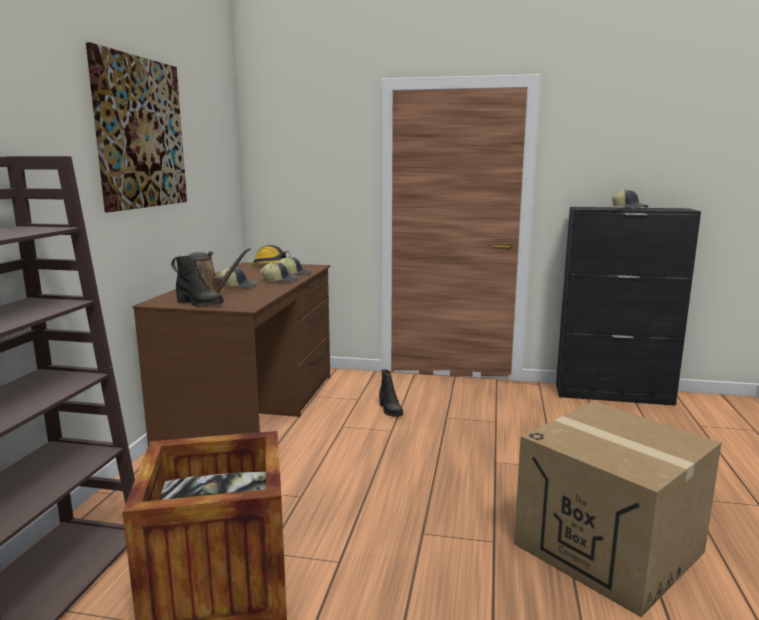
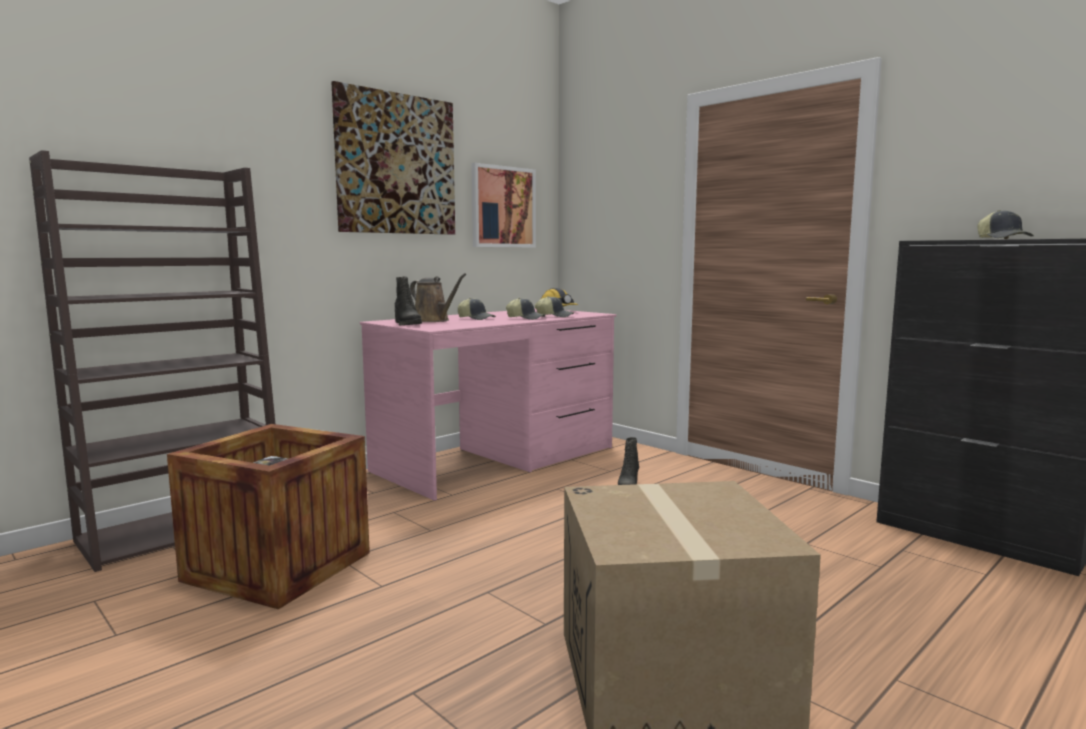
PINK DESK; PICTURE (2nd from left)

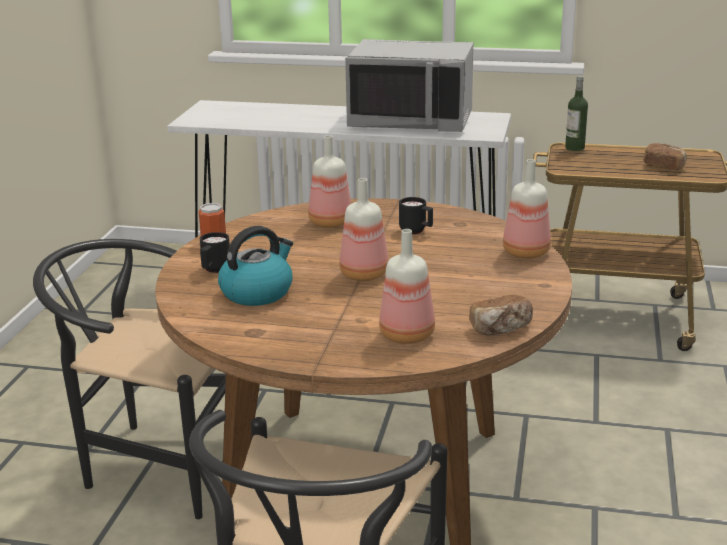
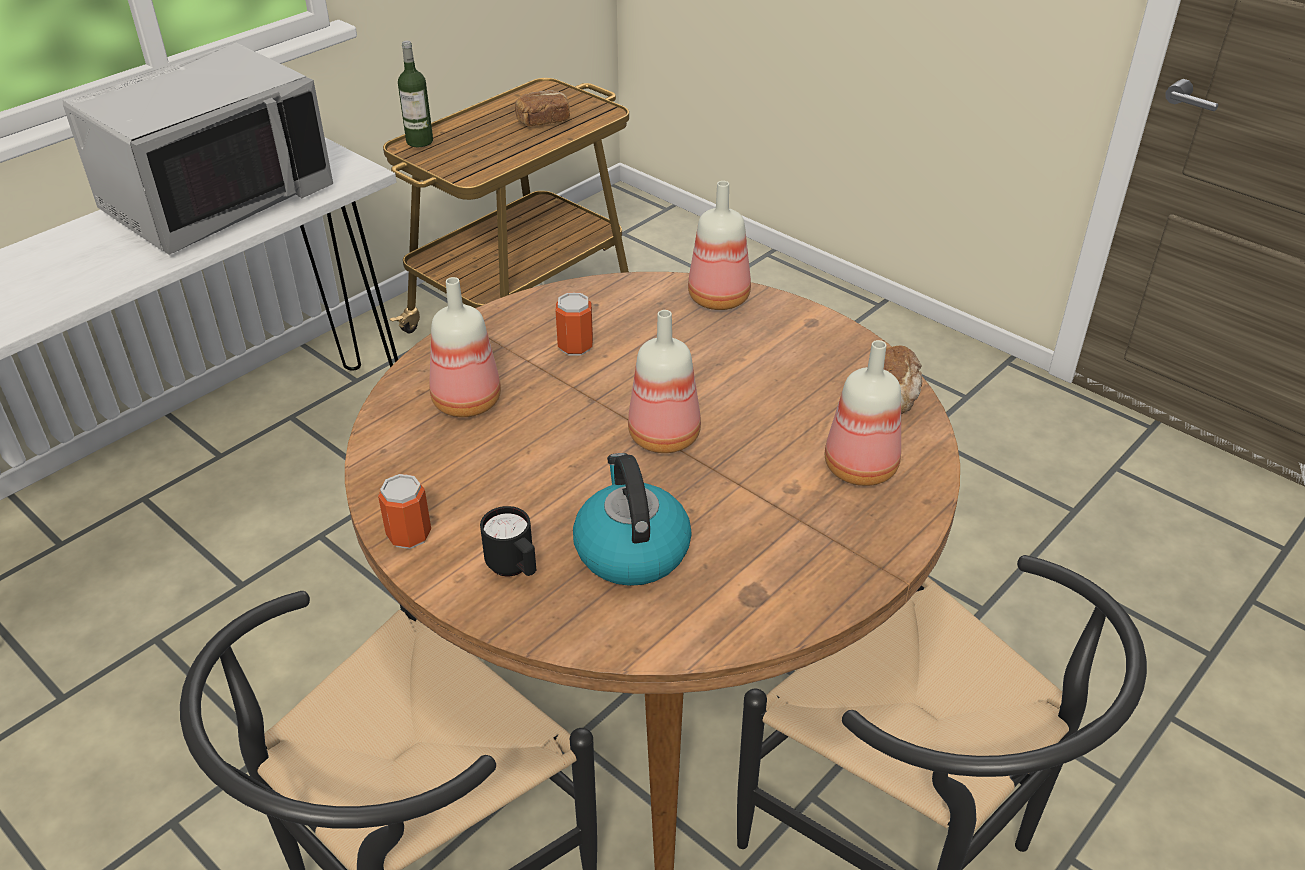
CAN (2nd from left)

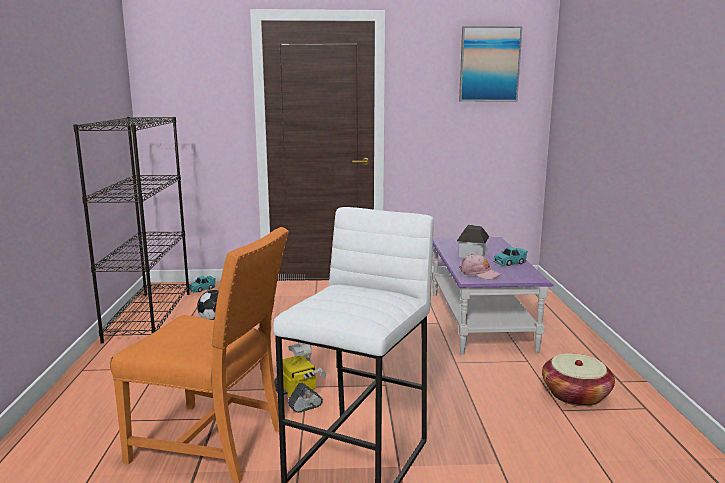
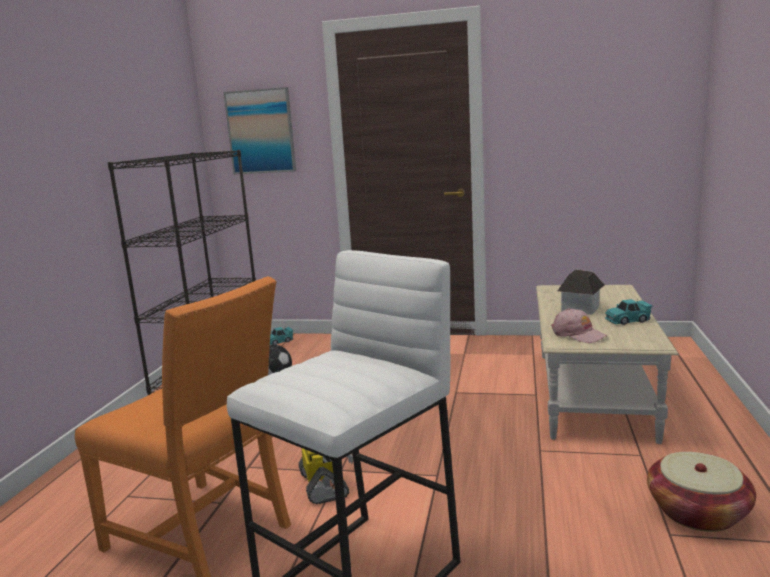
BEIGE COFFEE TABLE; PICTURE

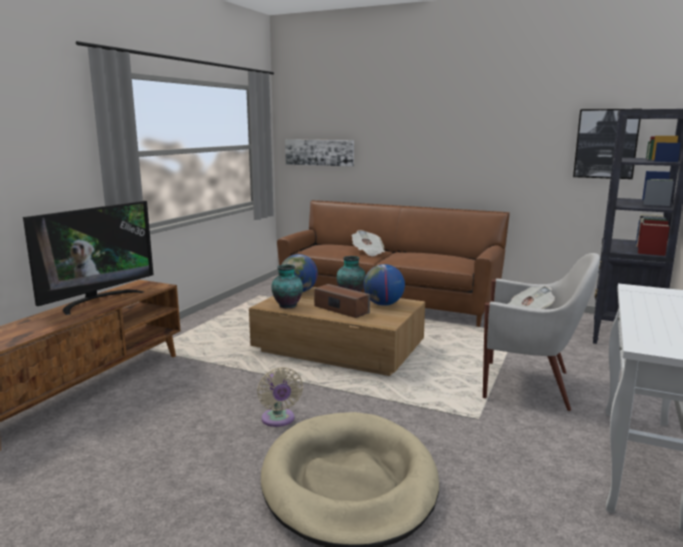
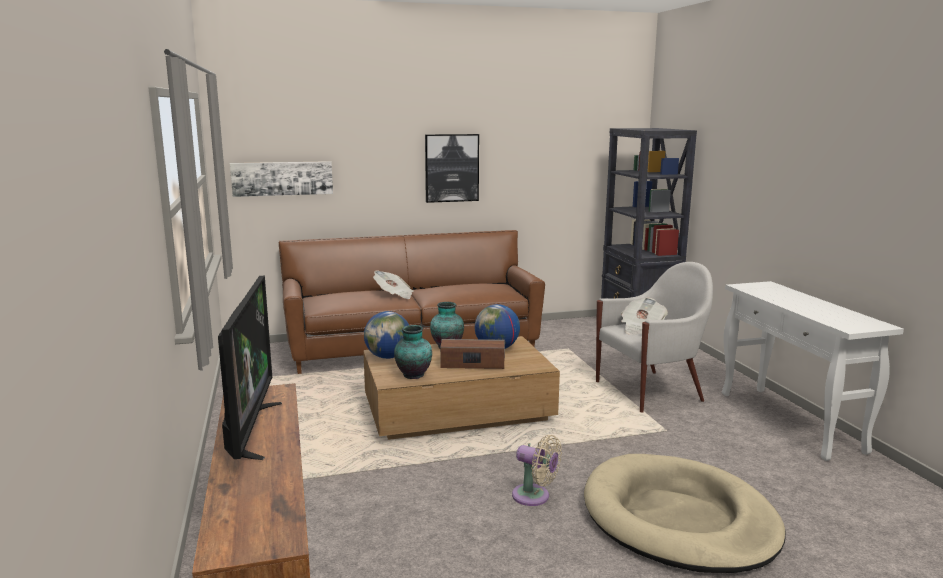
PICTURE (2nd from left)

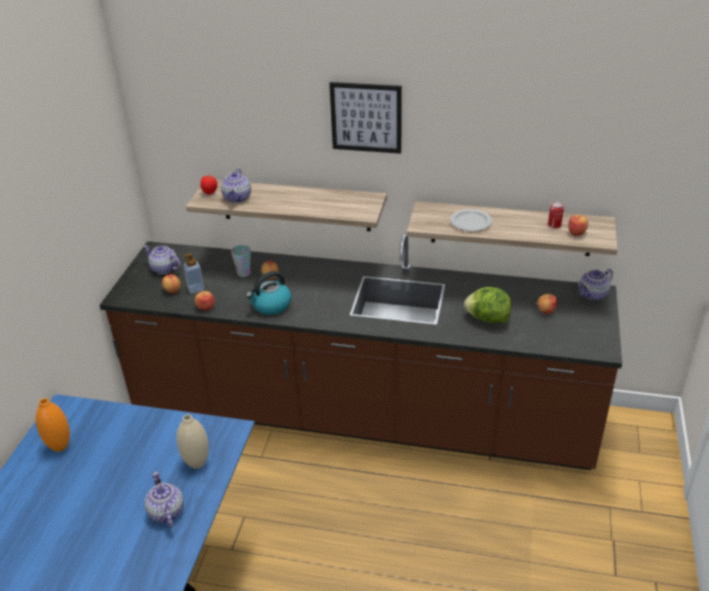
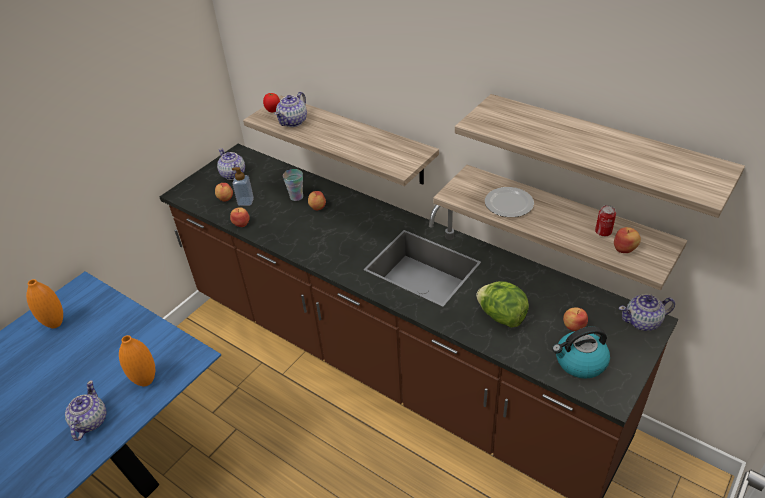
ORANGE VASE (2nd from left); KETTLE; PICTURE; SHELF (3rd from left)

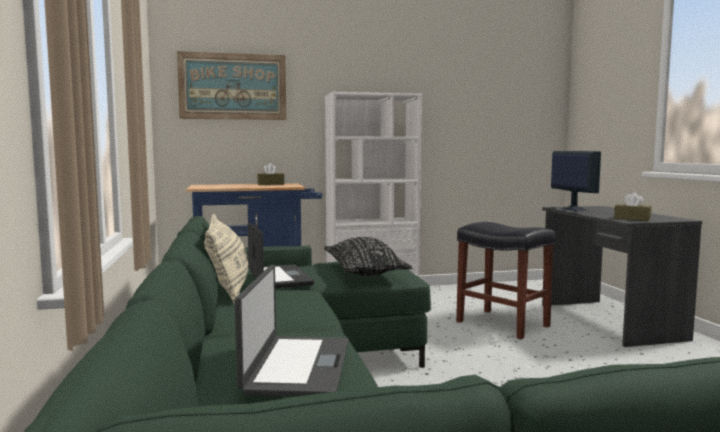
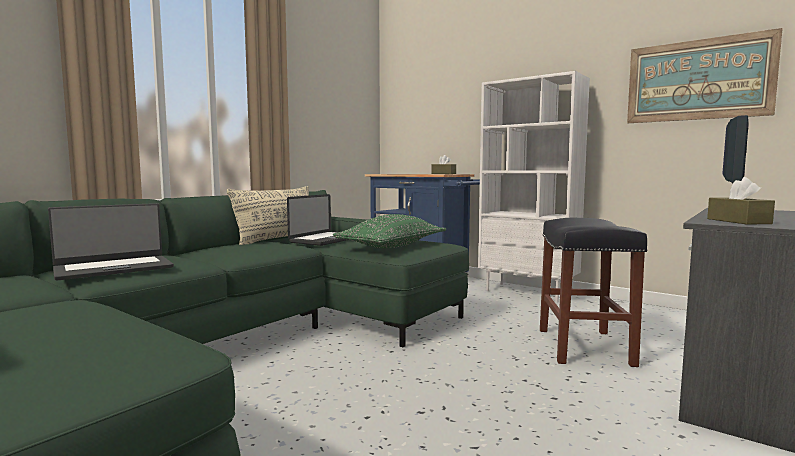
PICTURE; GREEN PILLOW

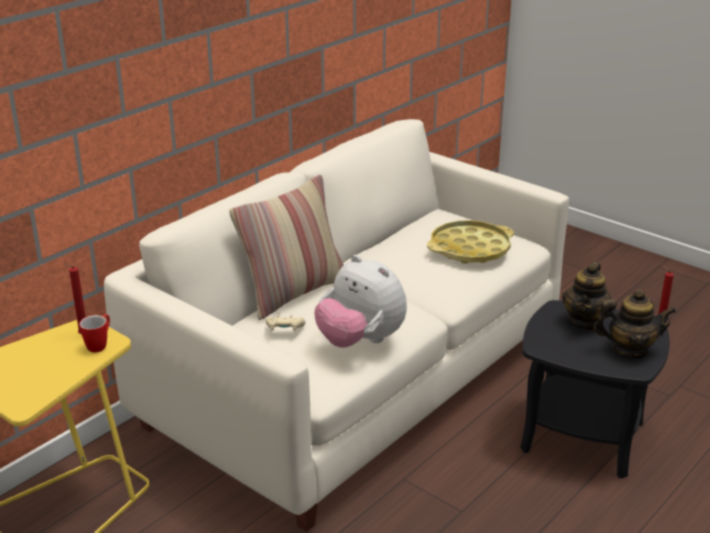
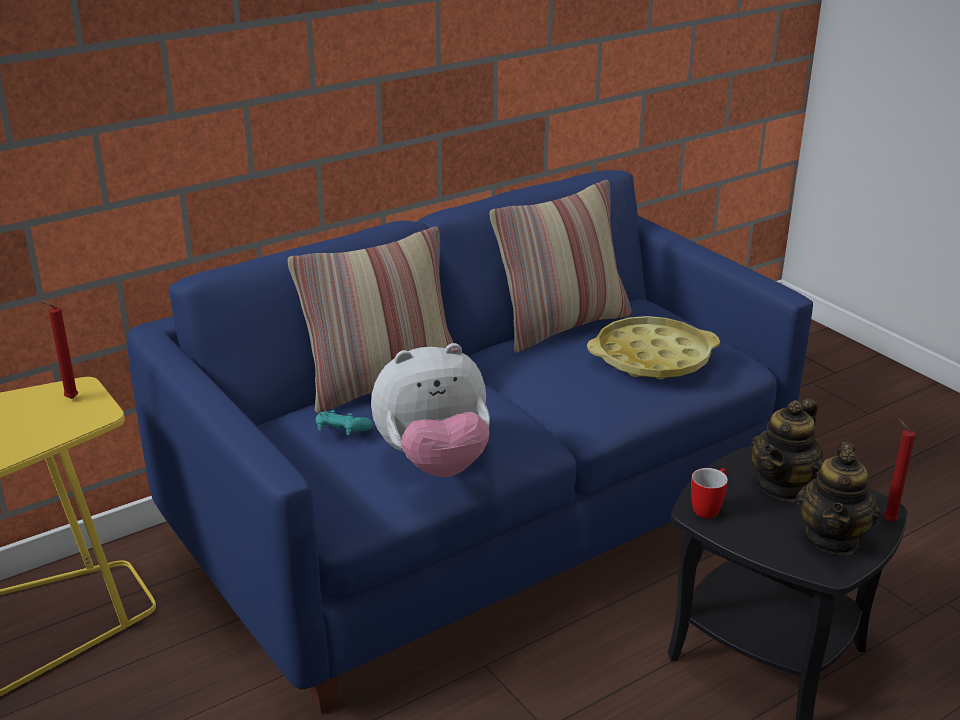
MUG; BLUE SOFA; TURQUOISE GAME CONTROLLER; PLUSH TOY; TEAPOT (2nd from left); PILLOW (2nd from left)

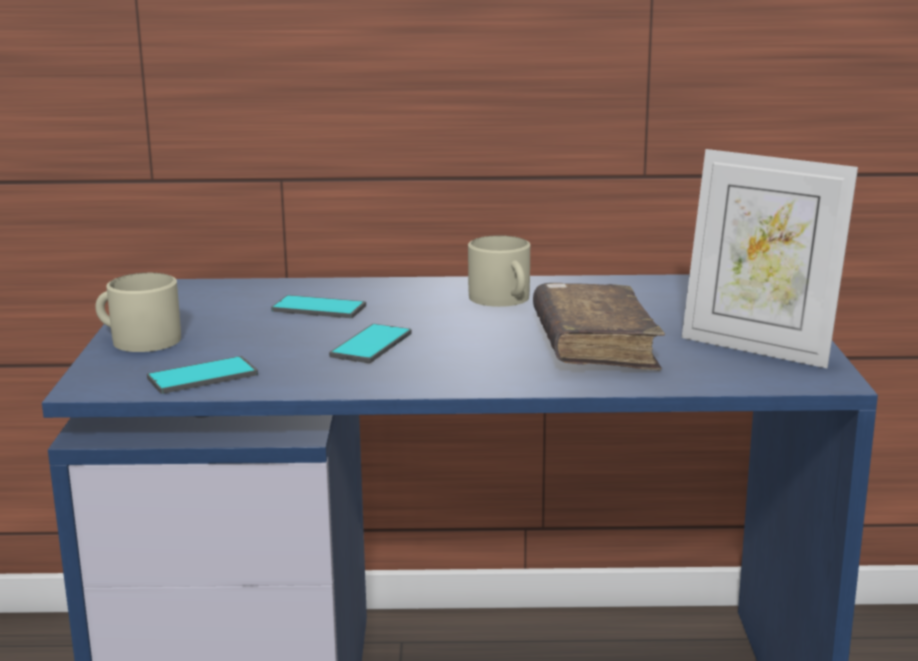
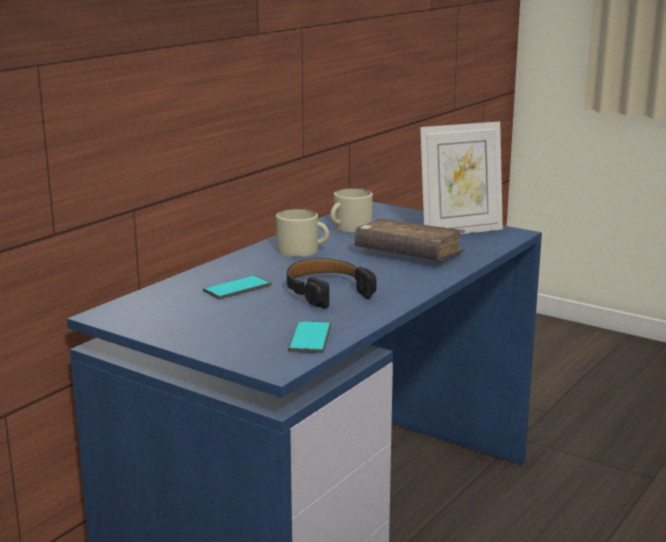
BEIGE MUG (2nd from left); BLACK HEADPHONES

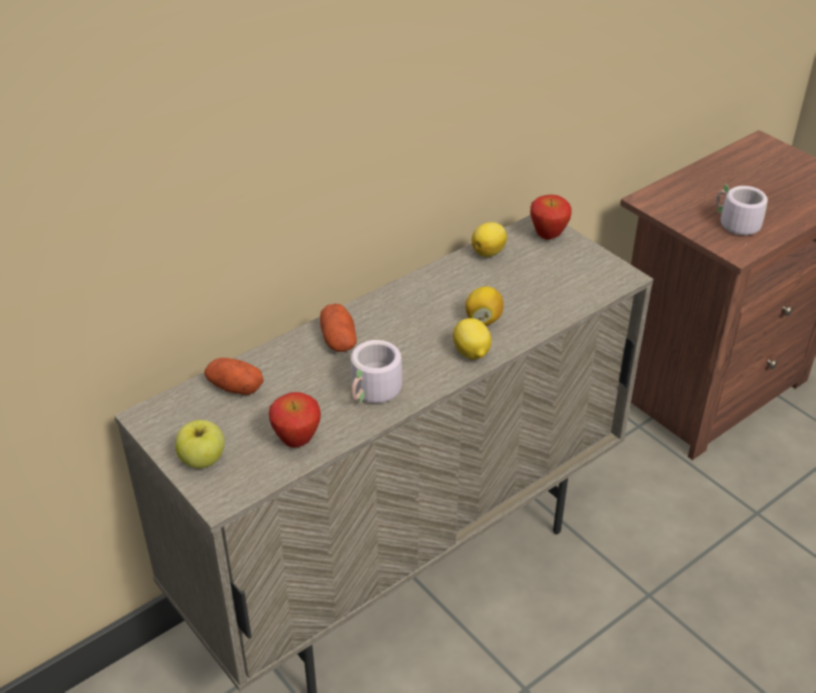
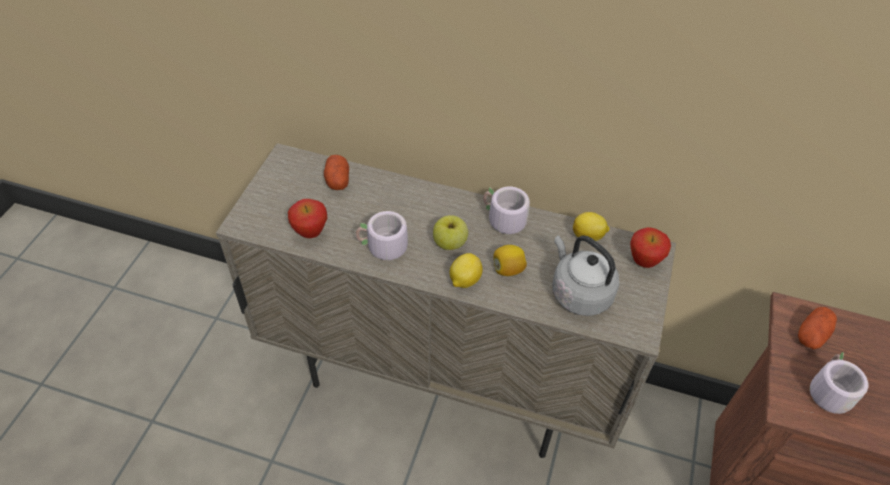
APPLE (2nd from left); POTATO (2nd from left); GREY MUG (2nd from left); GREY KETTLE

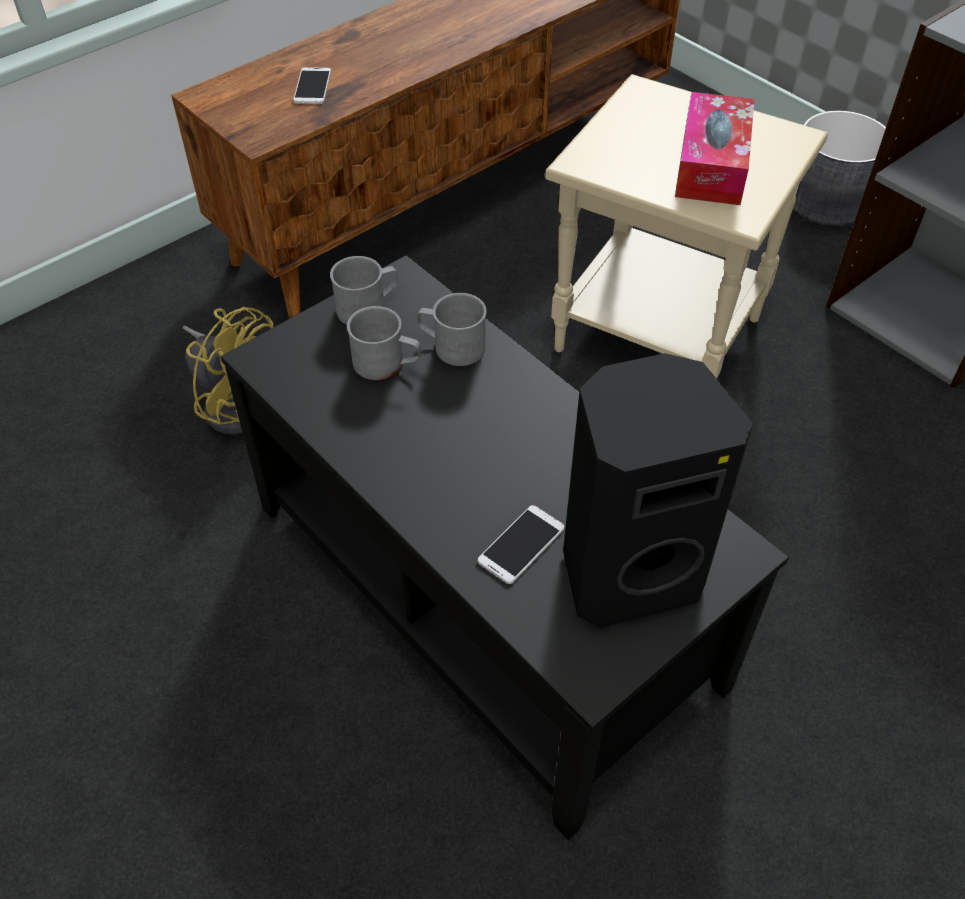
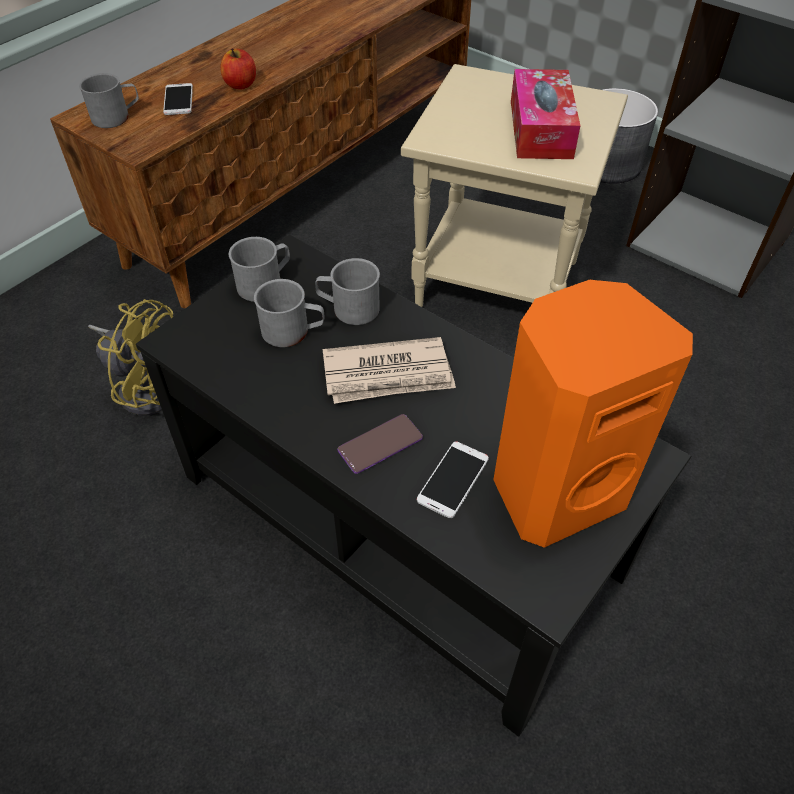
ORANGE SPEAKER; GREY MUG (1st from left); APPLE; NEWSPAPER; PHONE (2nd from left)

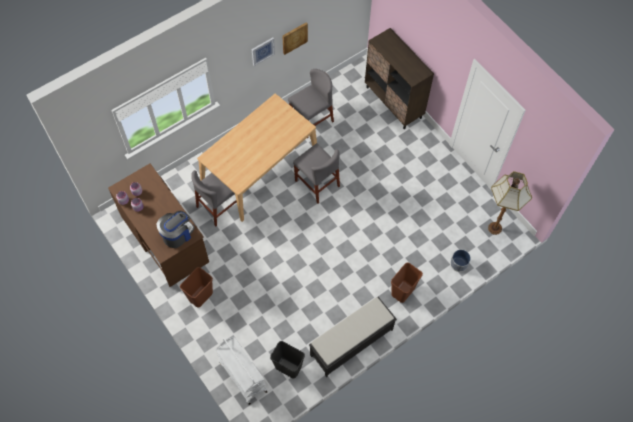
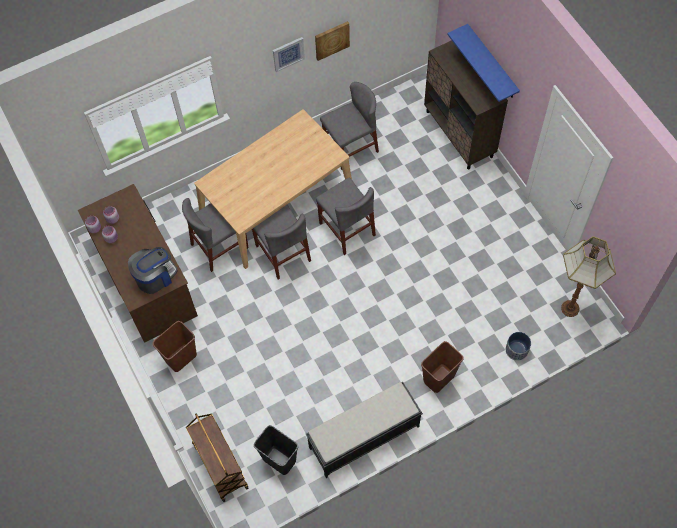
BROWN CART; GREY CHAIR (2nd from left); BLUE SHELF

